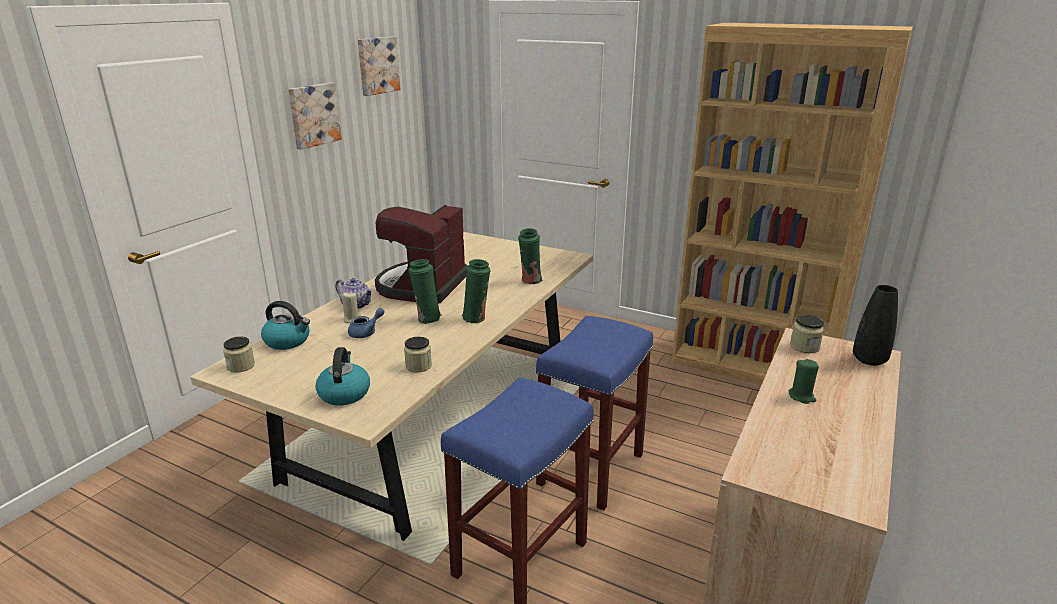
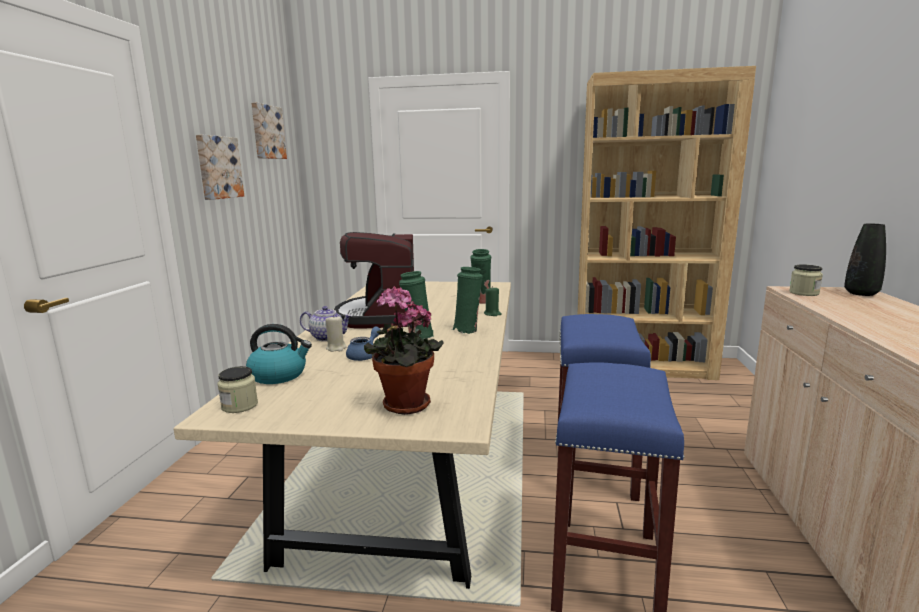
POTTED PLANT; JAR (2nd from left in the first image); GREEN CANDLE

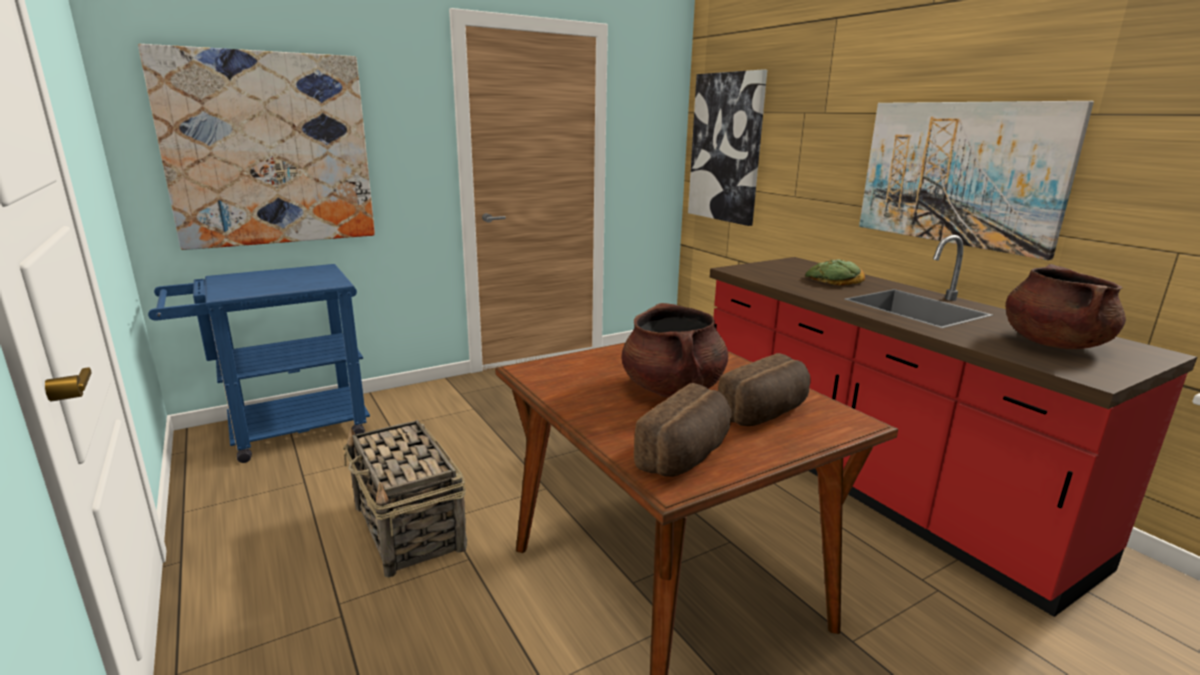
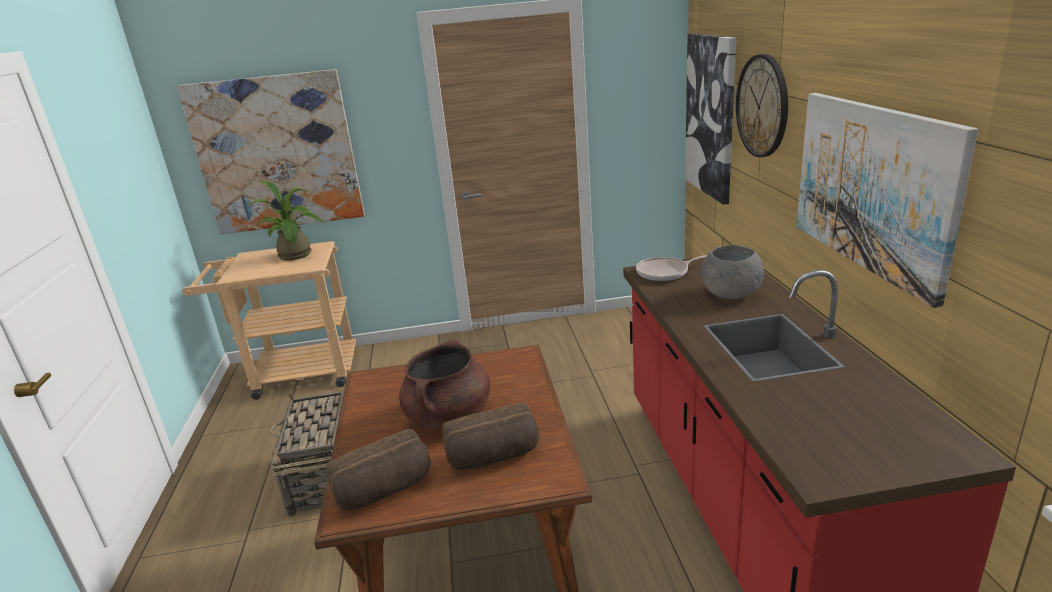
BEIGE CART; GREY BOWL; BROWN COOKING POT (2nd from left in the first image); POTTED PLANT; FRYING PAN; WALL CLOCK

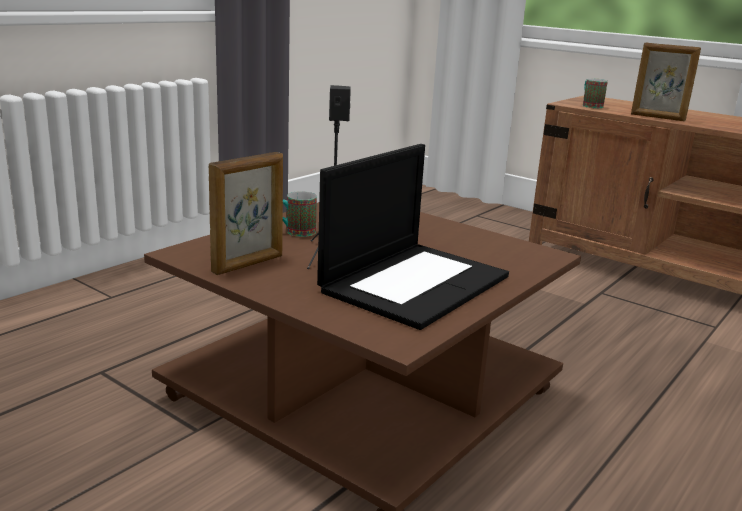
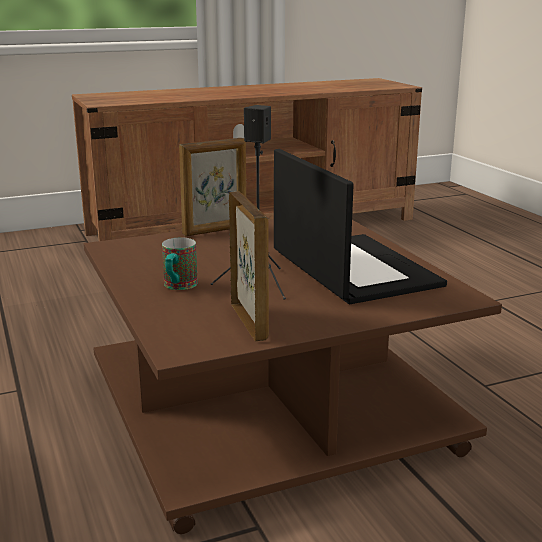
MUG (2nd from left in the first image); PICTURE FRAME (1st from left)

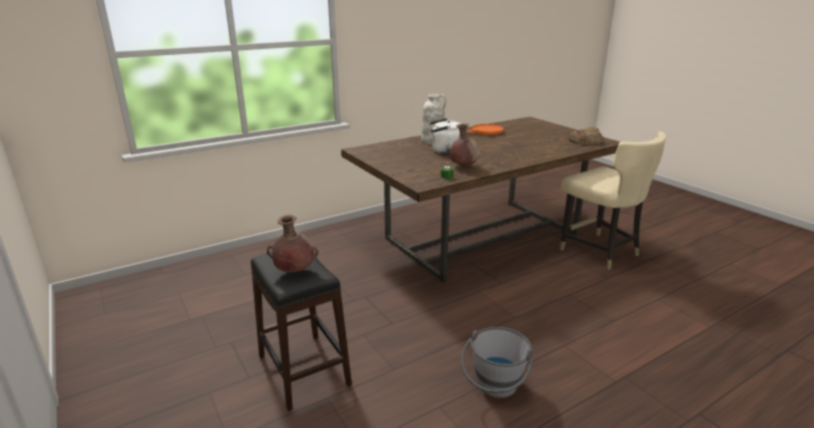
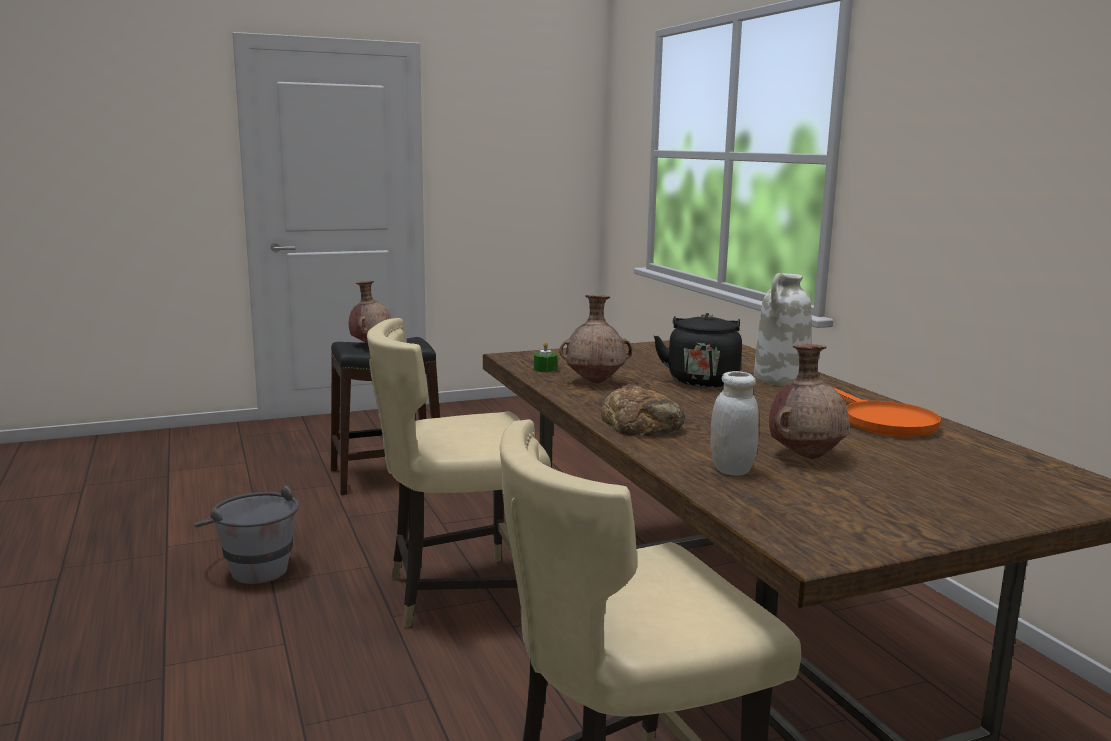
BLACK KETTLE; BREAD; BEIGE CHAIR (1st from left); WHITE JAR; BROWN VASE (3rd from left)

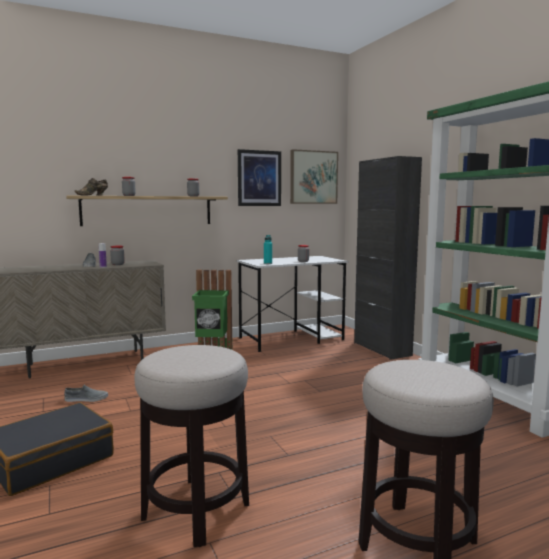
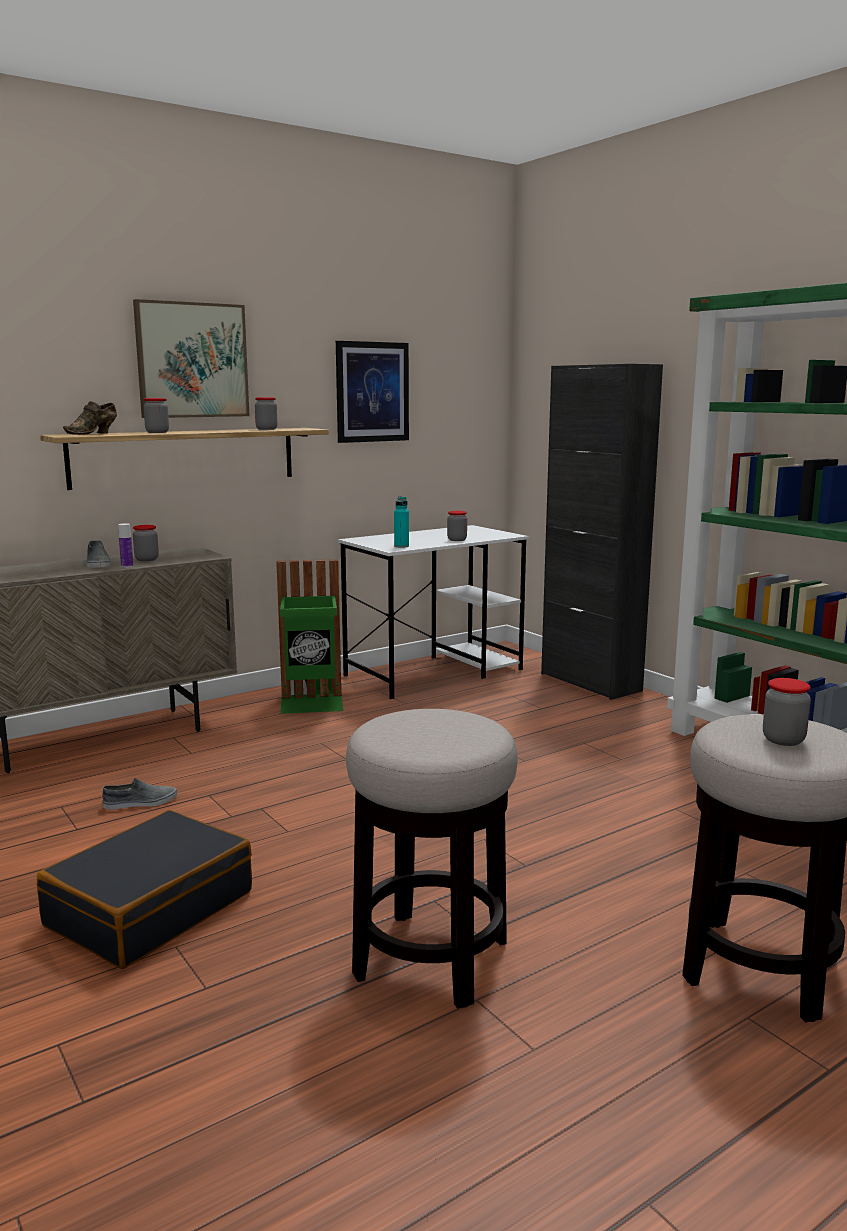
PICTURE (1st from left); JAR (5th from left)

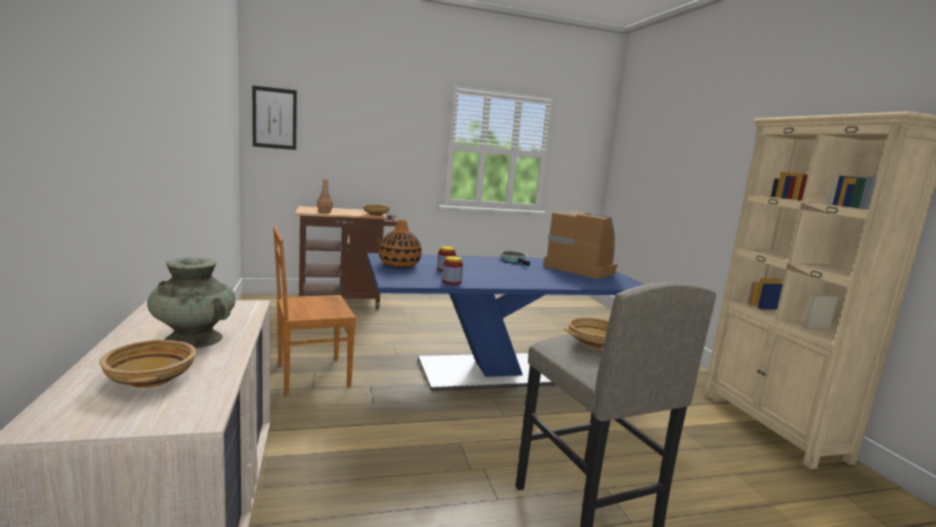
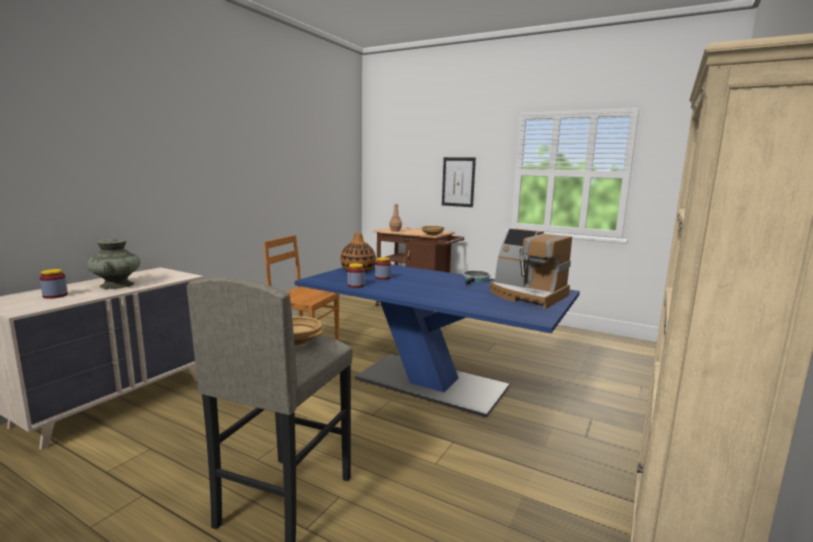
JAR (1st from left); PICTURE; COFFEE MACHINE

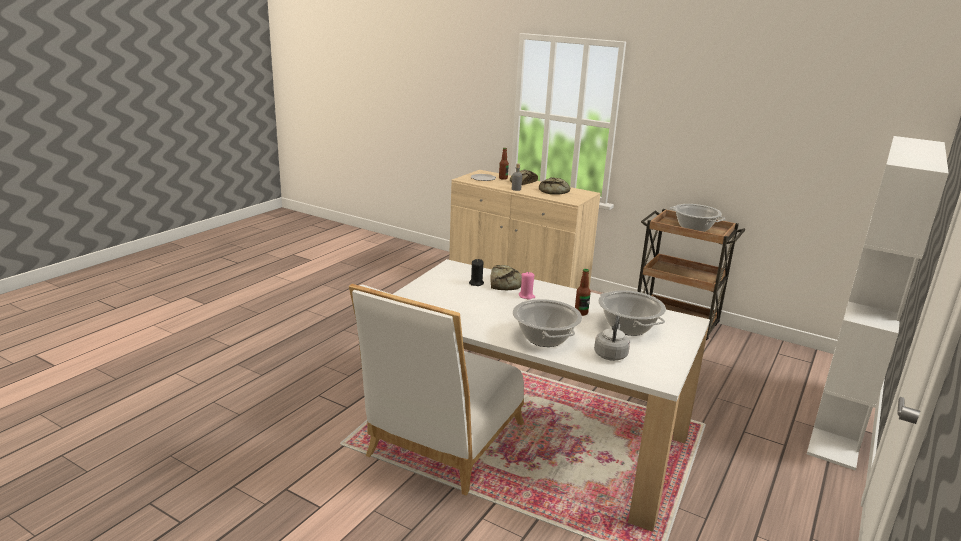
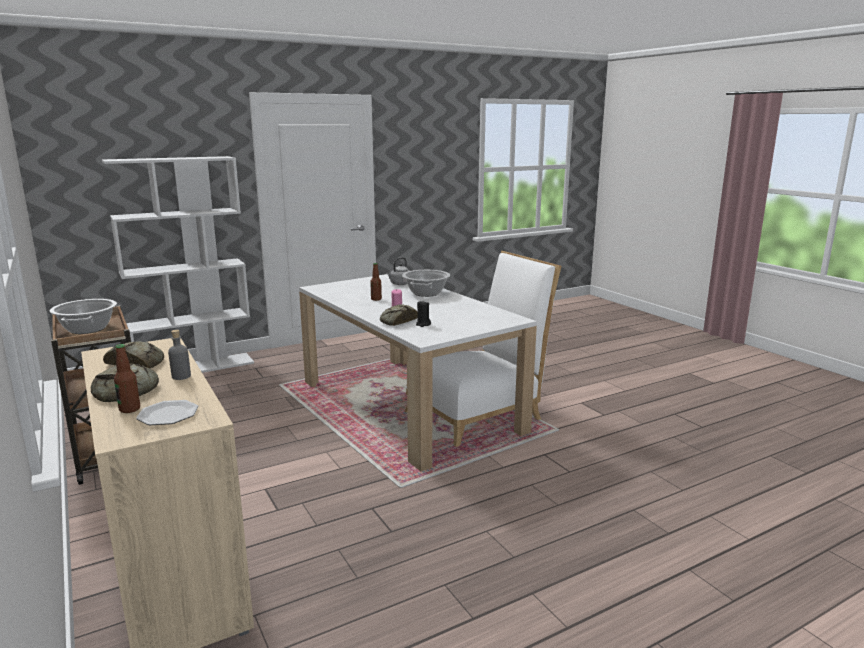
COOKING POT (2nd from left in the first image)

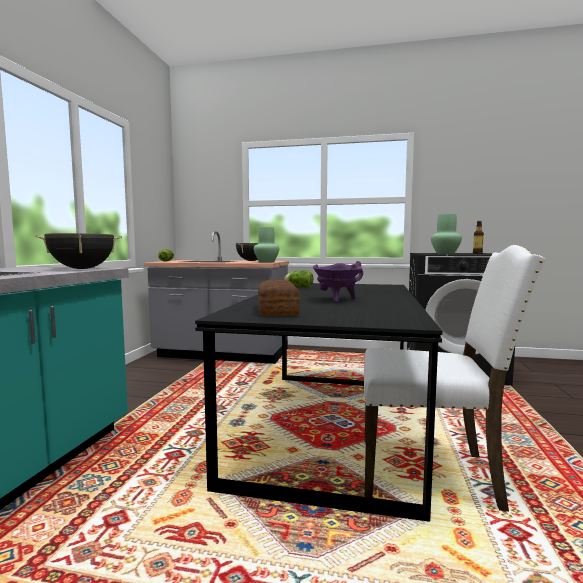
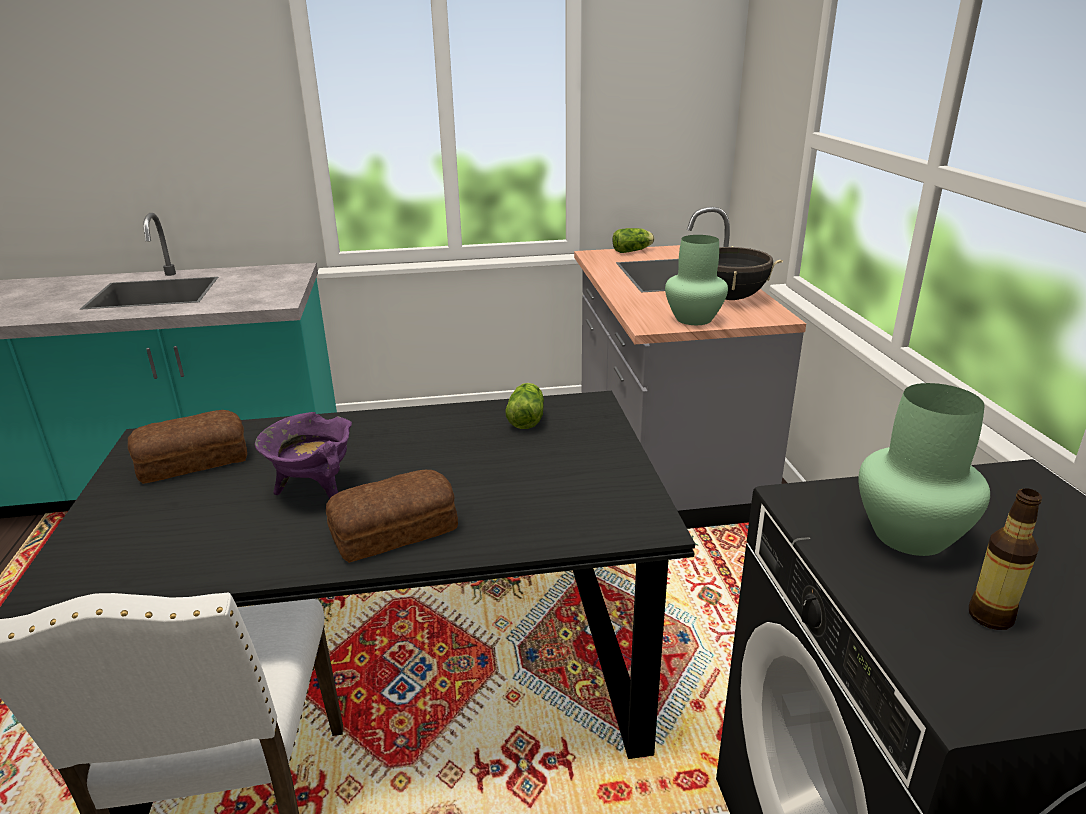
BLACK COOKING POT (1st from left in the first image); BREAD (2nd from left)

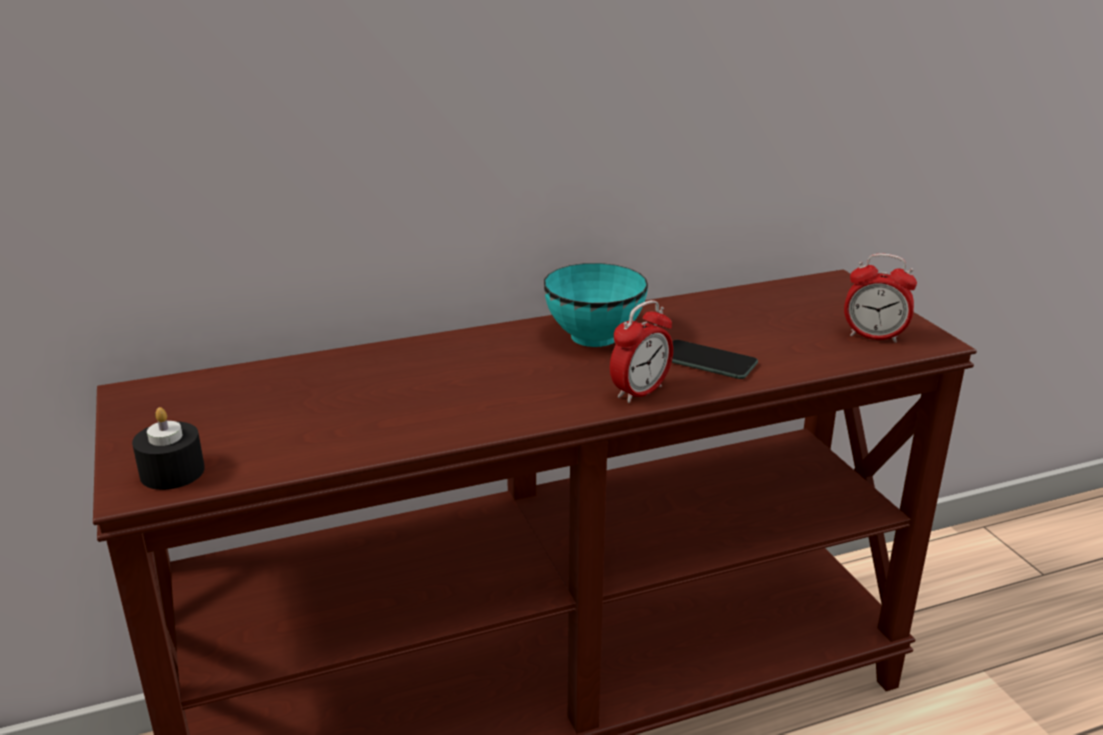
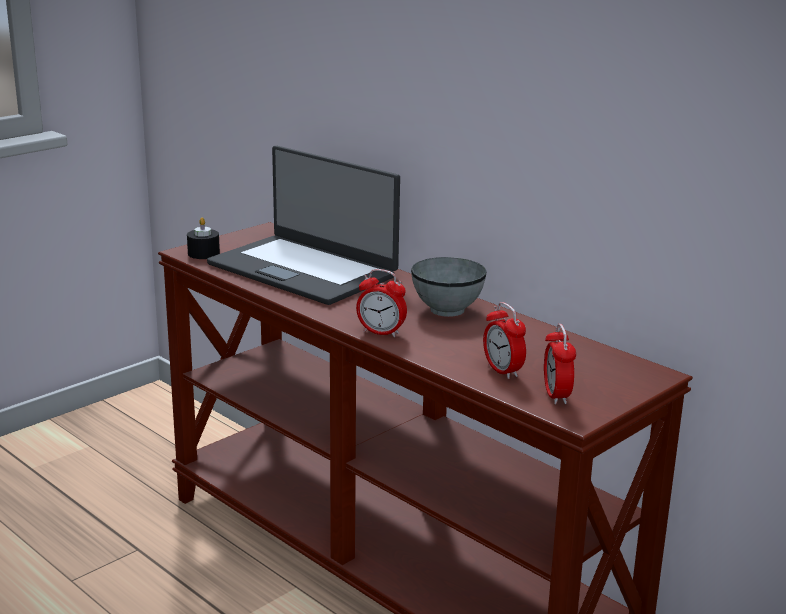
GREY BOWL; PHONE; LAPTOP; ALARM CLOCK (2nd from left)

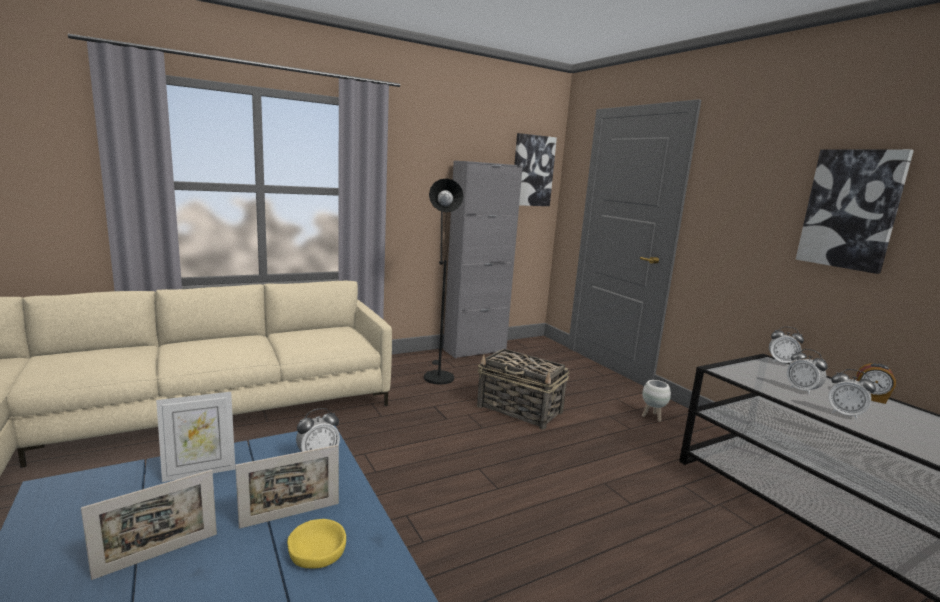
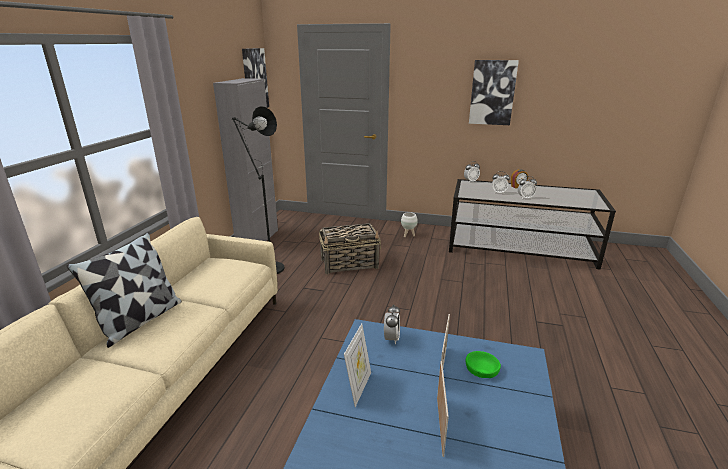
GREEN BOWL; PILLOW

